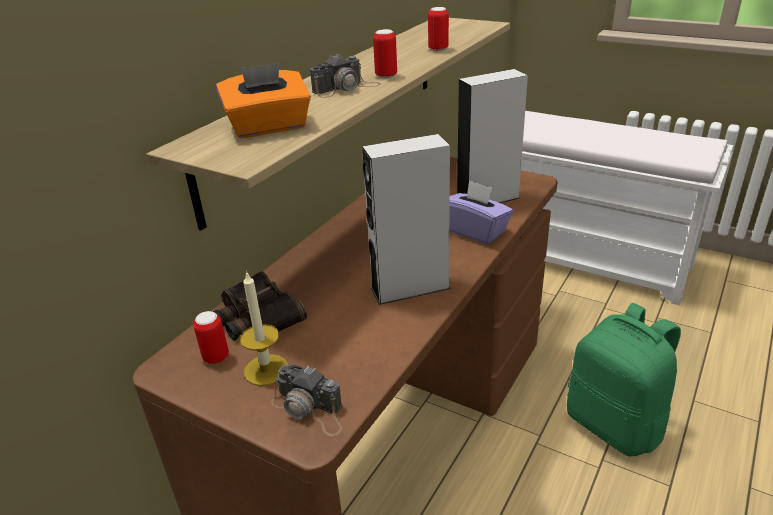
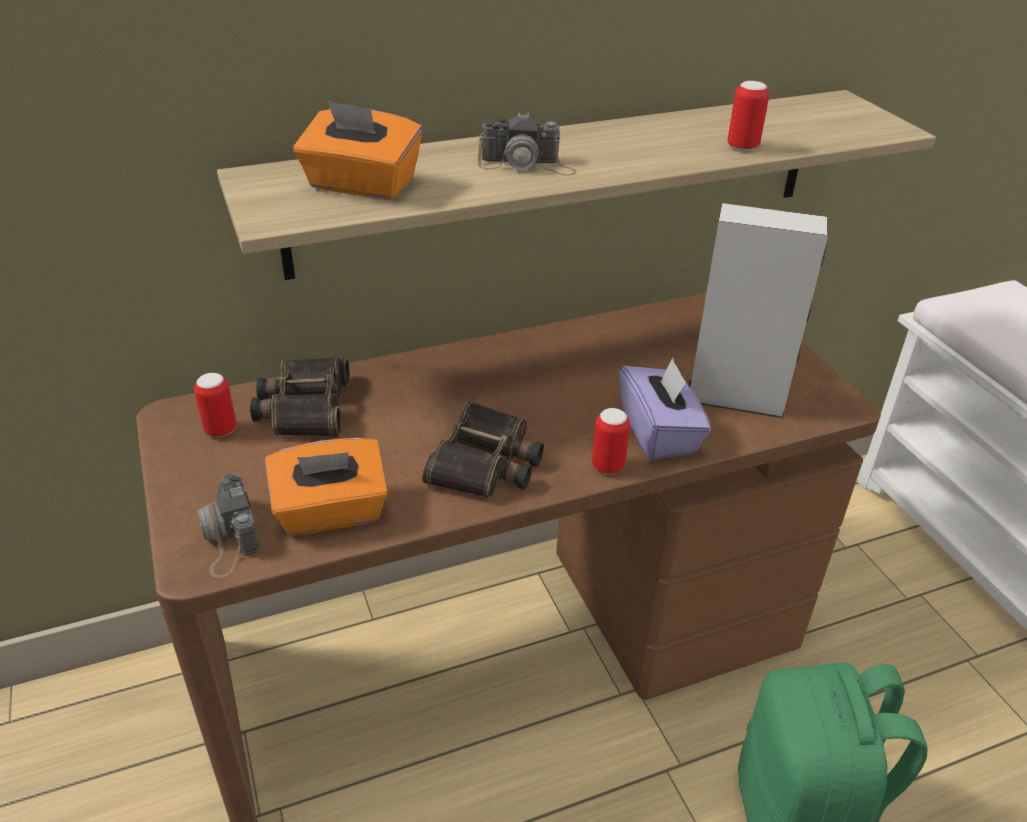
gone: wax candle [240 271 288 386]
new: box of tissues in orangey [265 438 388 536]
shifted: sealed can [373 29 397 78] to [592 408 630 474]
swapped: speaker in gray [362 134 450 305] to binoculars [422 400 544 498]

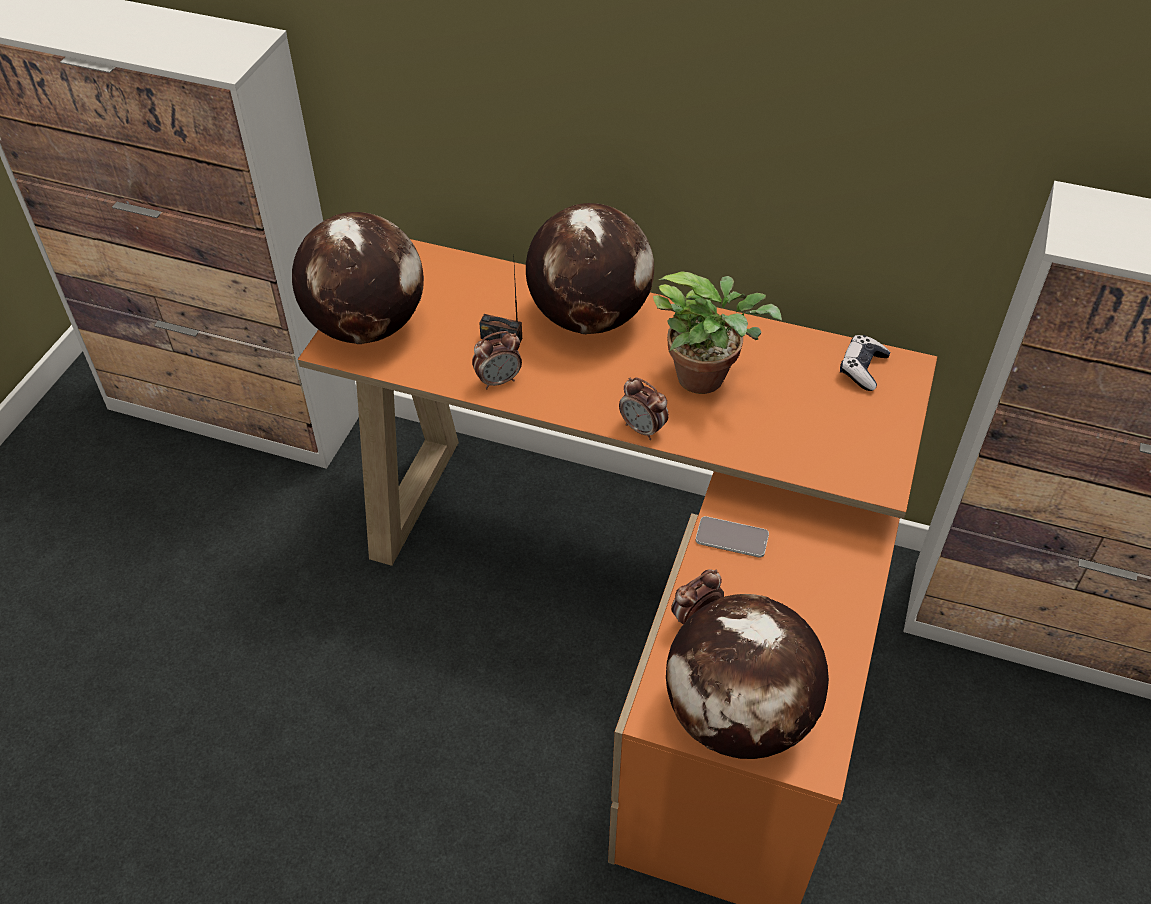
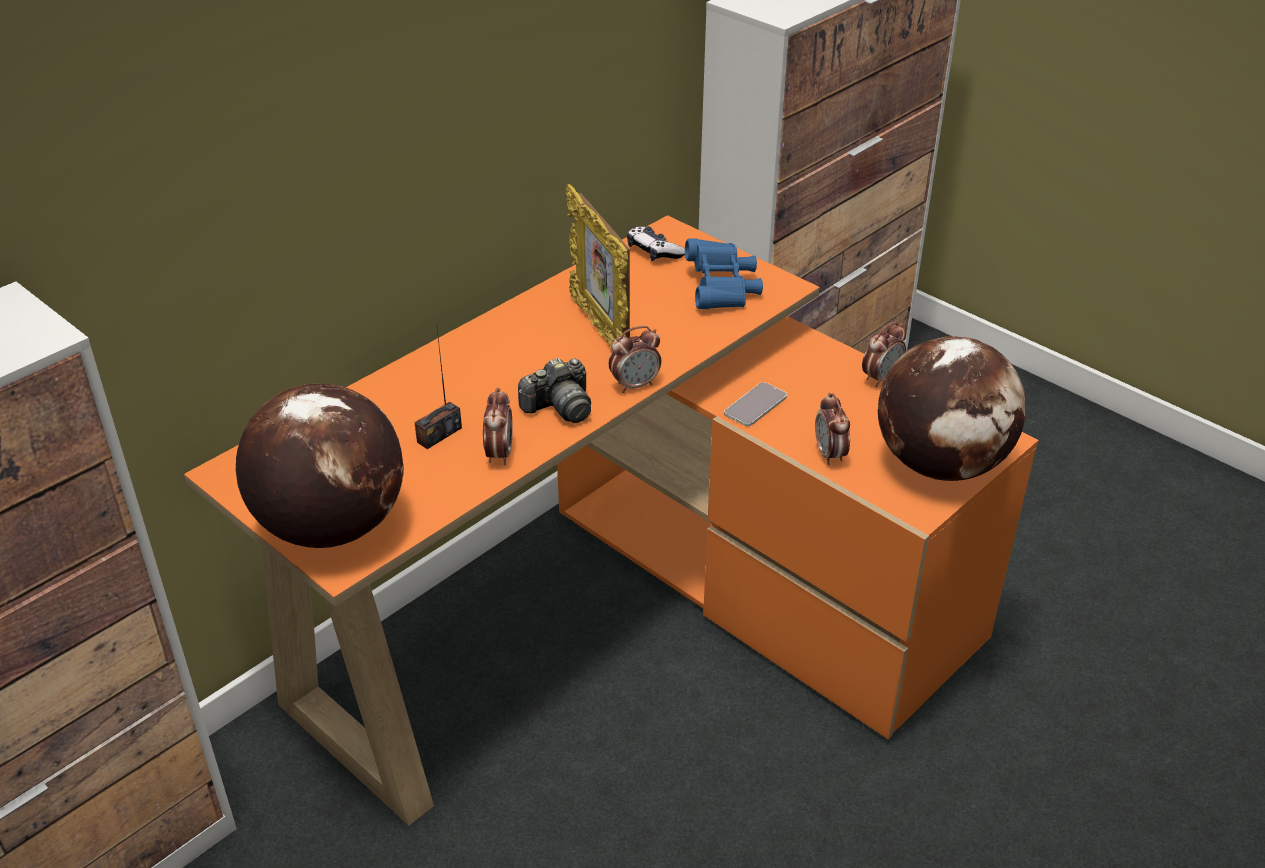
gone: world globe [526 203 654 334]
new: binoculars in blue-coloured [685 238 763 309]; table clock [862 322 906 387]; photo camera [518 358 591 423]
swapped: houseplant [653 271 782 394] to picture frame [566 184 630 350]

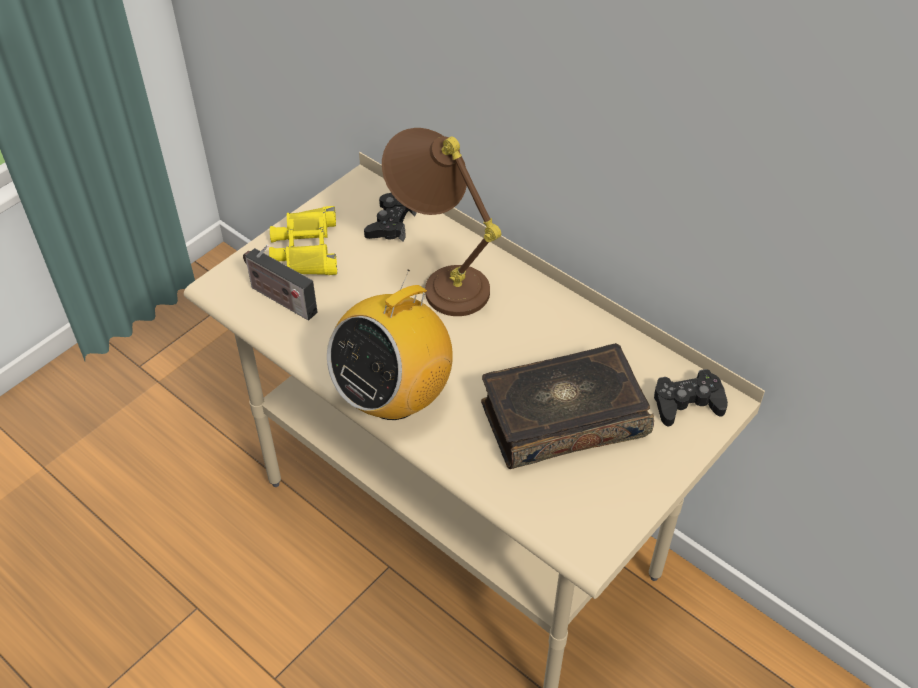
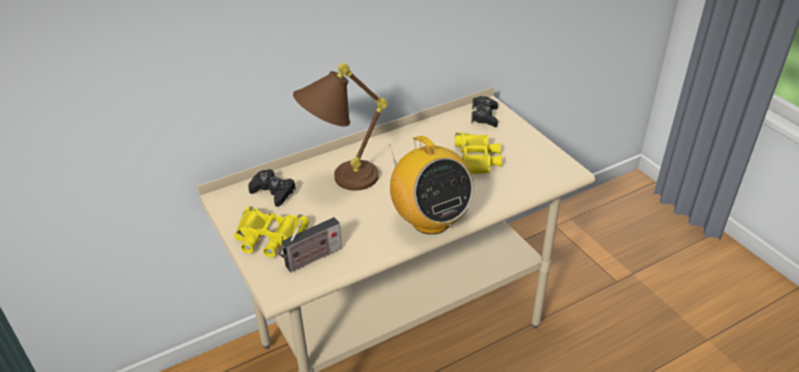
swapped: bound book [481 343 654 469] to binoculars in yellow-coloured [455 132 502 174]

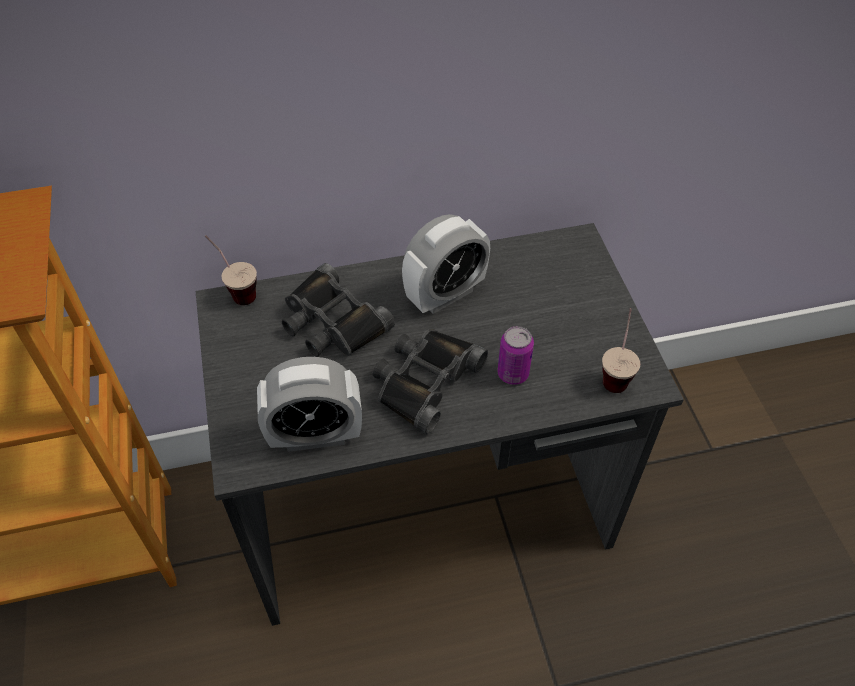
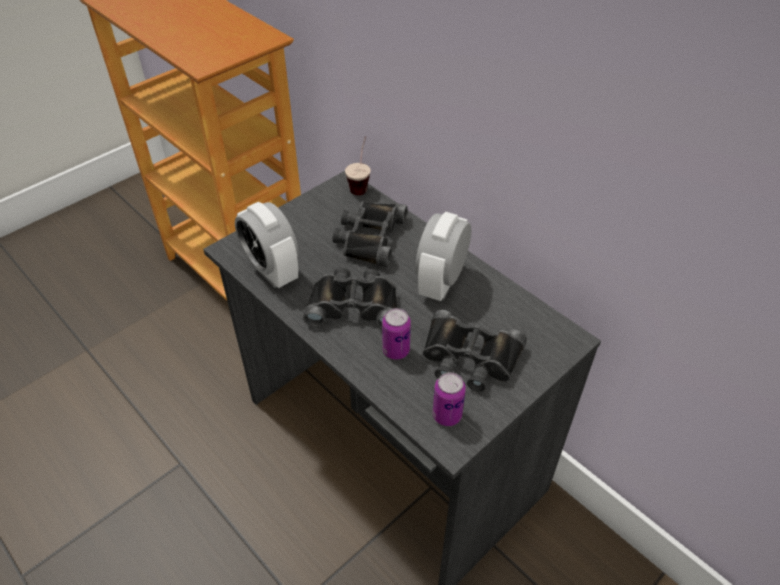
new: binoculars in black [423 310 527 392]
swapped: cup [602 308 640 393] to sealed can [433 372 466 426]
rotated: table clock [402 214 490 314] = [415 212 471 301] 90 degrees clockwise

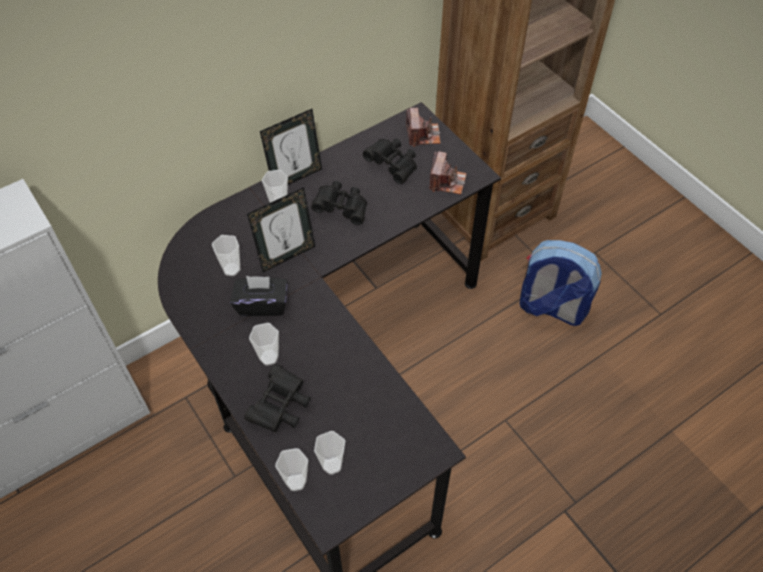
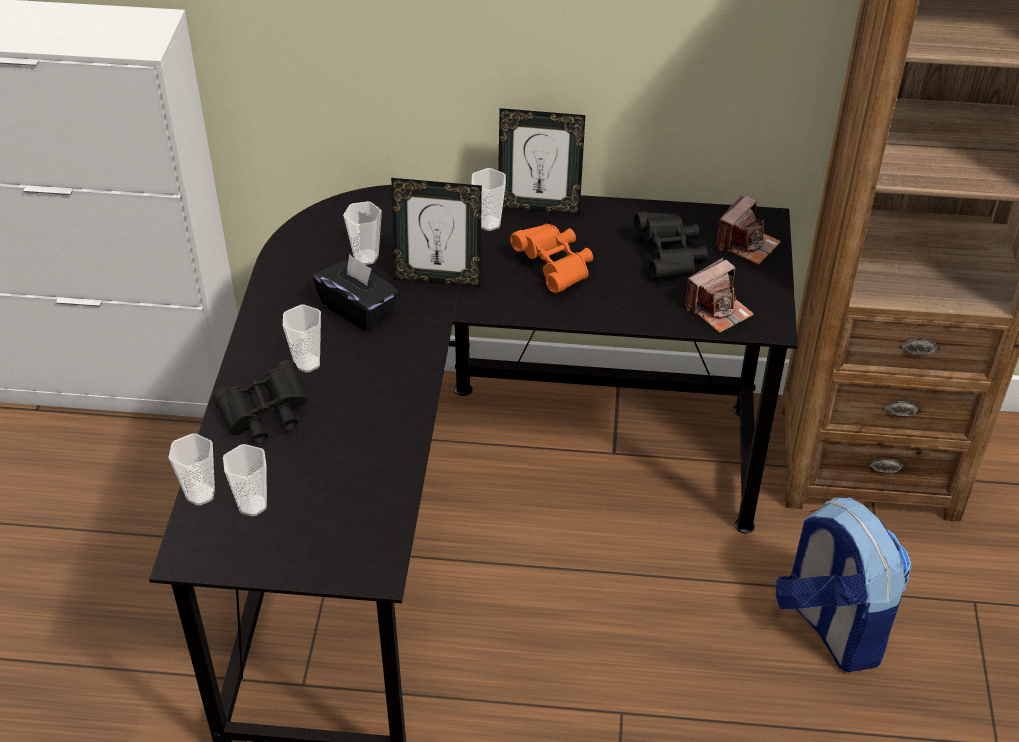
repainted: binoculars in black [311 181 367 225] to binoculars in orangey [510 224 593 293]

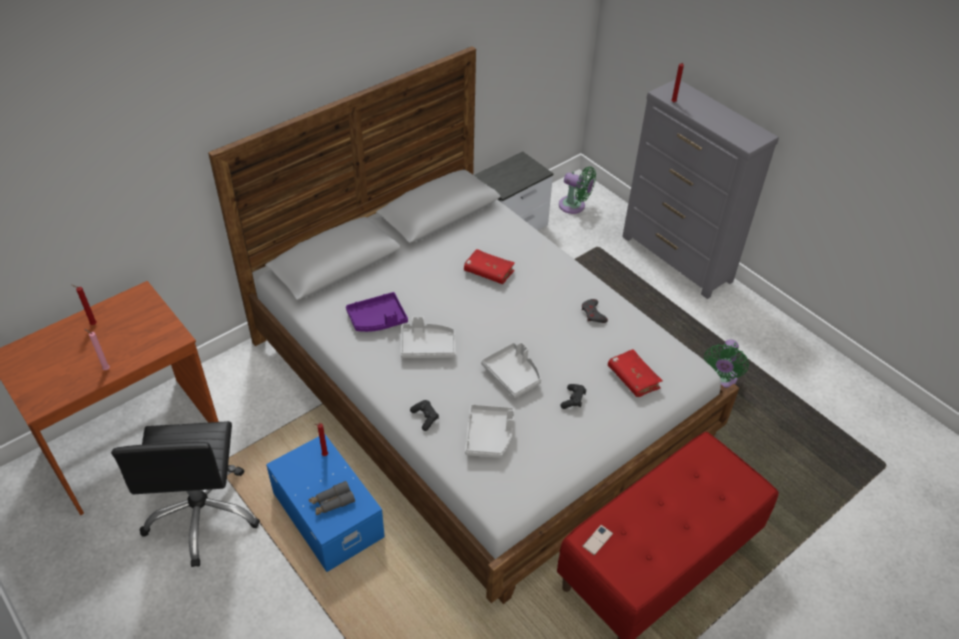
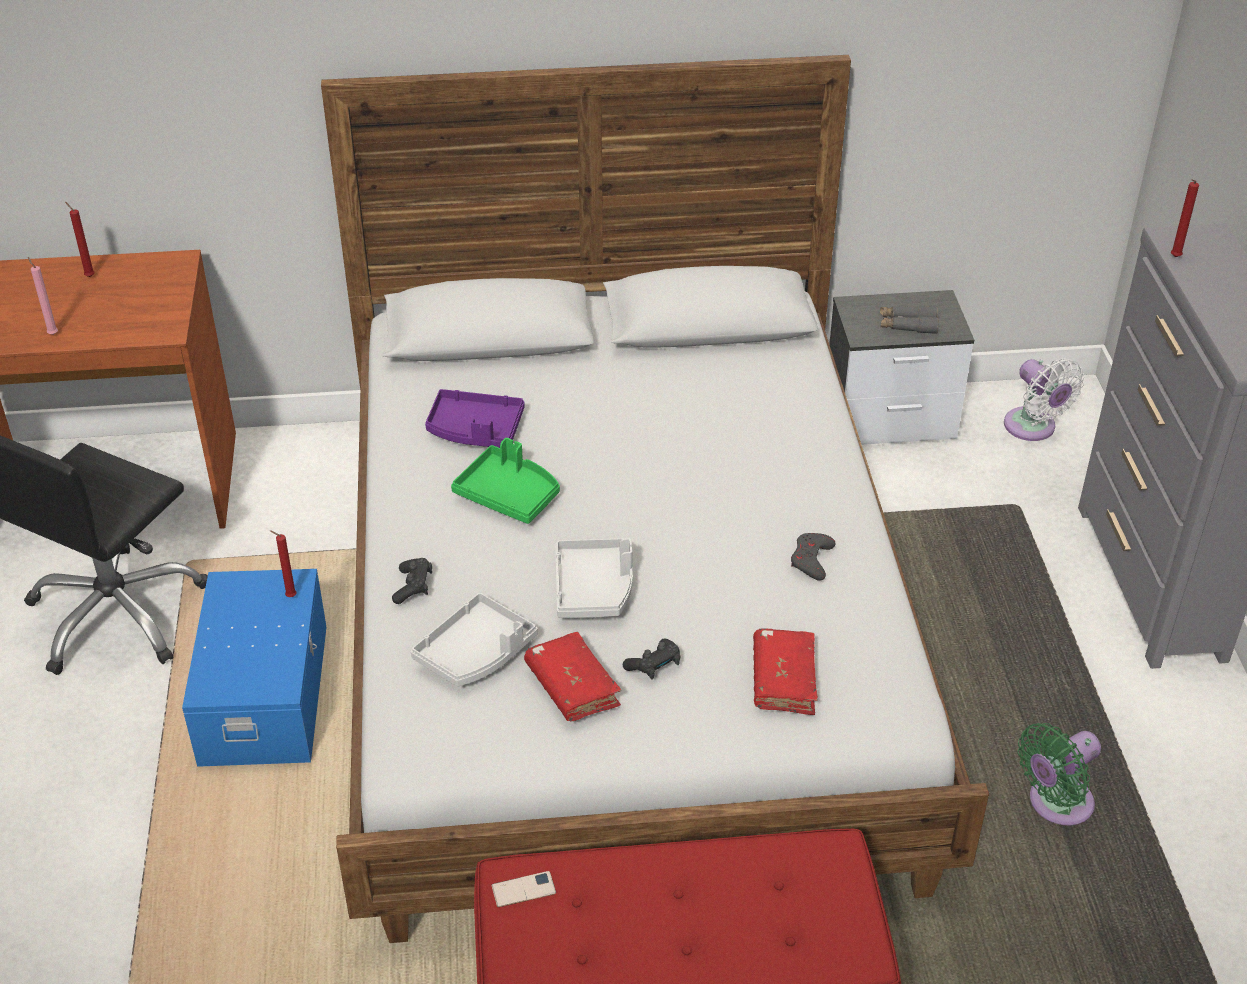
shifted: bound book in reddish [464 249 515 284] to [524 632 621 722]; binoculars in gray [309 481 355 515] to [880 306 939 334]
repainted: fan in greenish [559 167 596 214] to fan in white [1004 358 1084 441]; tray in gray [401 316 455 358] to tray in greenish [451 438 560 524]

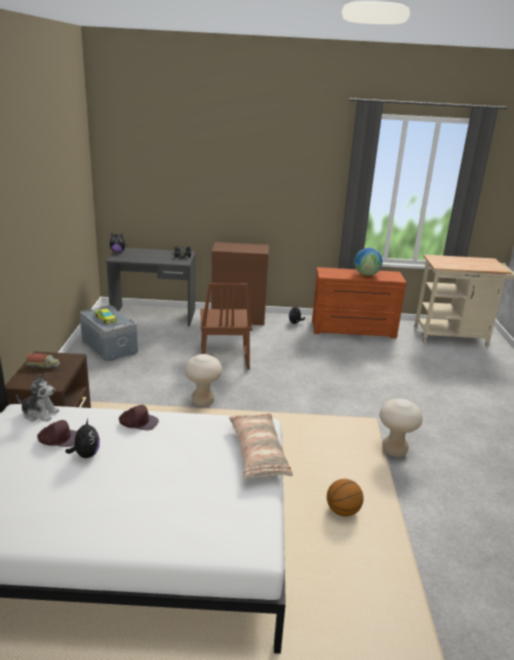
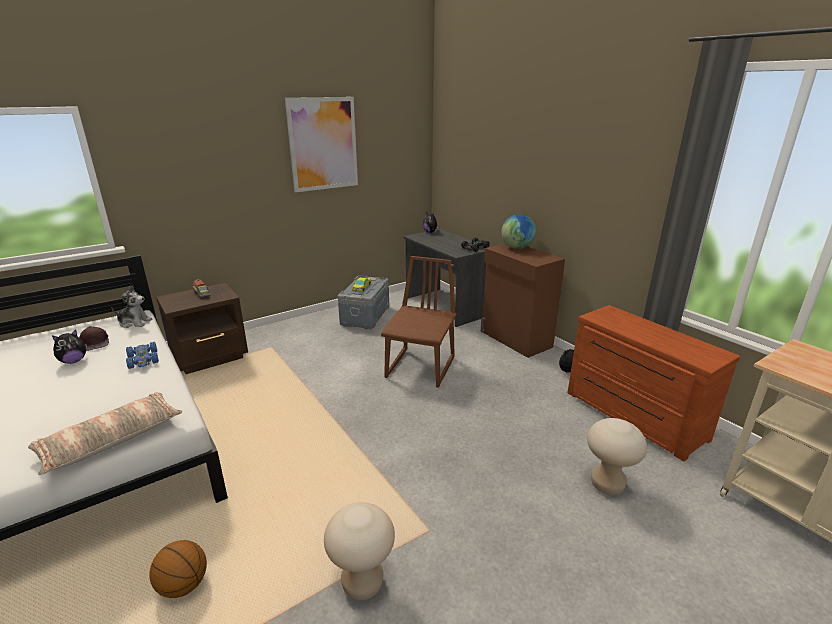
new: wall art [285 97 358 192]
shifted: world globe [354 248 383 276] to [501 214 536 249]; stool seat in sand-coloured [184 354 222 407] to [587 418 647 495]
swapped: baseball cap in brown [119 405 159 430] to miniature car in blue-coloured [126 342 159 369]
rotated: plain chair in brown [201 283 253 369] = [381 256 457 388] 150 degrees clockwise; cuddly toy [16 373 59 422] = [112 286 152 328] 60 degrees counterclockwise

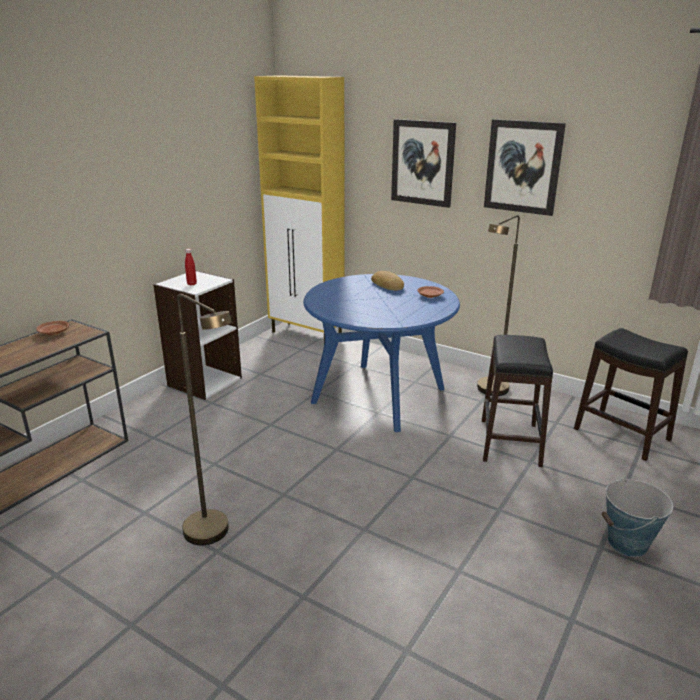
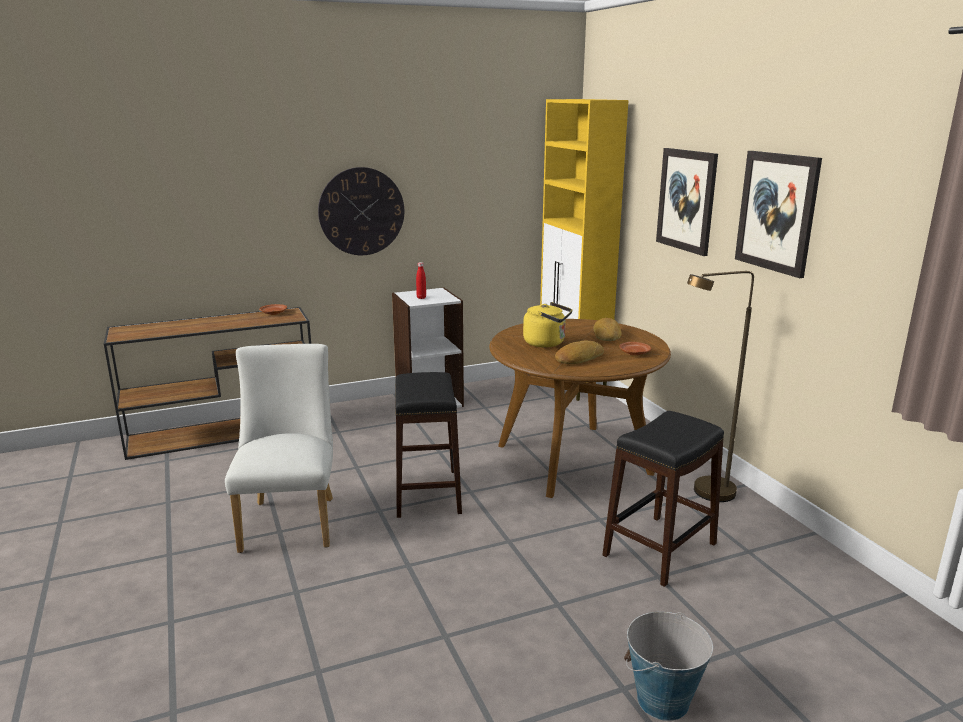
new: hanging clock [318 167 404 255]; water kettle in yellow-coloured [523 302 572 347]; bread [555 341 604 364]
shifted: stool seat in black [574 328 688 461] to [395 372 462 518]
swapped: floor lamp in brown [177 294 232 545] to plain chair in white [225 344 333 553]
repainted: dinner table in blue-coloured [303 274 460 432] to dinner table in brown [489 319 671 498]

